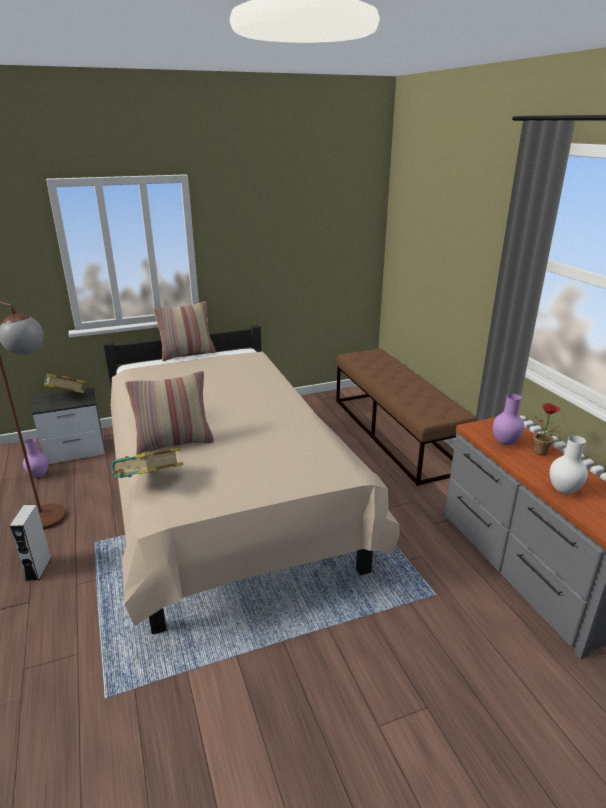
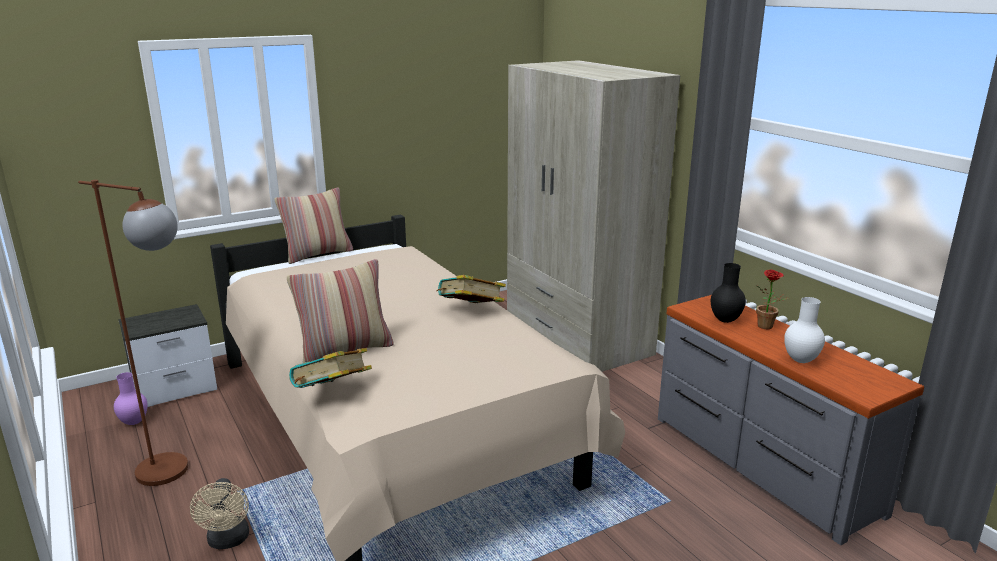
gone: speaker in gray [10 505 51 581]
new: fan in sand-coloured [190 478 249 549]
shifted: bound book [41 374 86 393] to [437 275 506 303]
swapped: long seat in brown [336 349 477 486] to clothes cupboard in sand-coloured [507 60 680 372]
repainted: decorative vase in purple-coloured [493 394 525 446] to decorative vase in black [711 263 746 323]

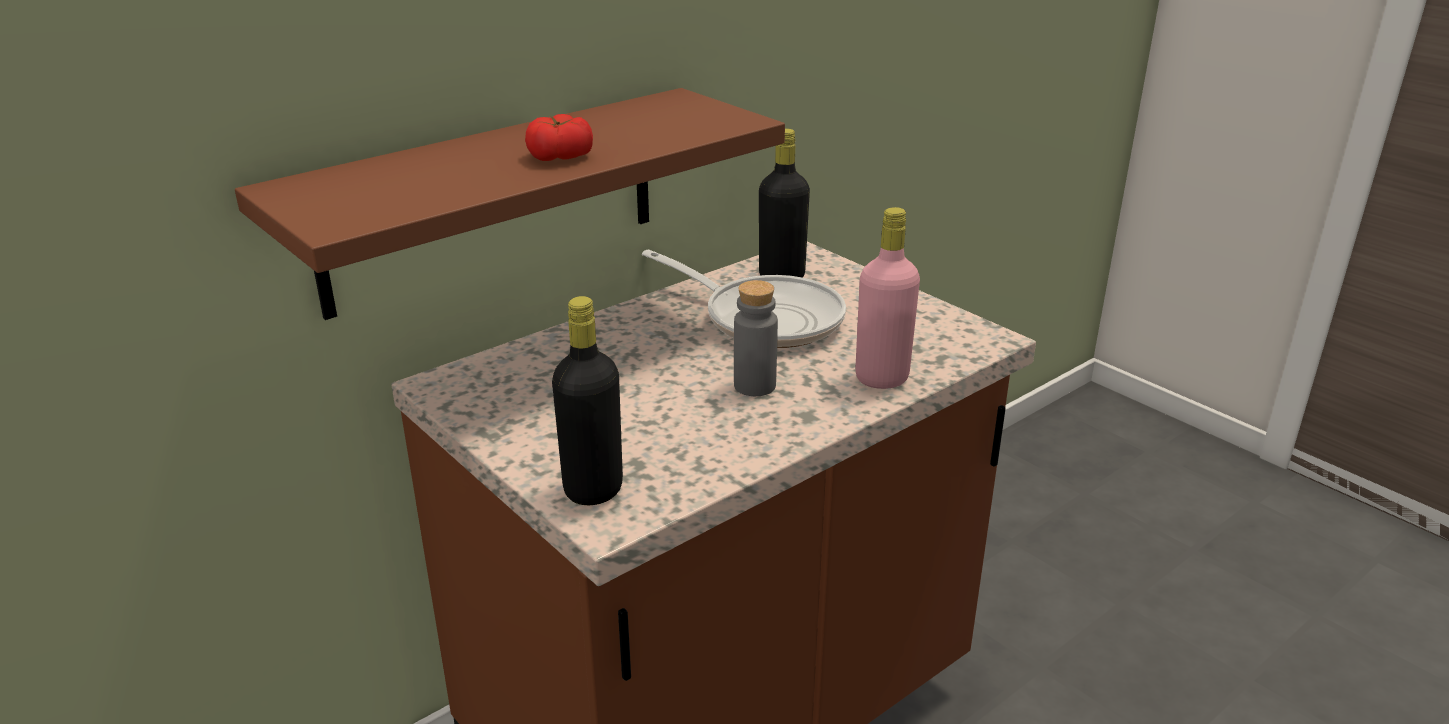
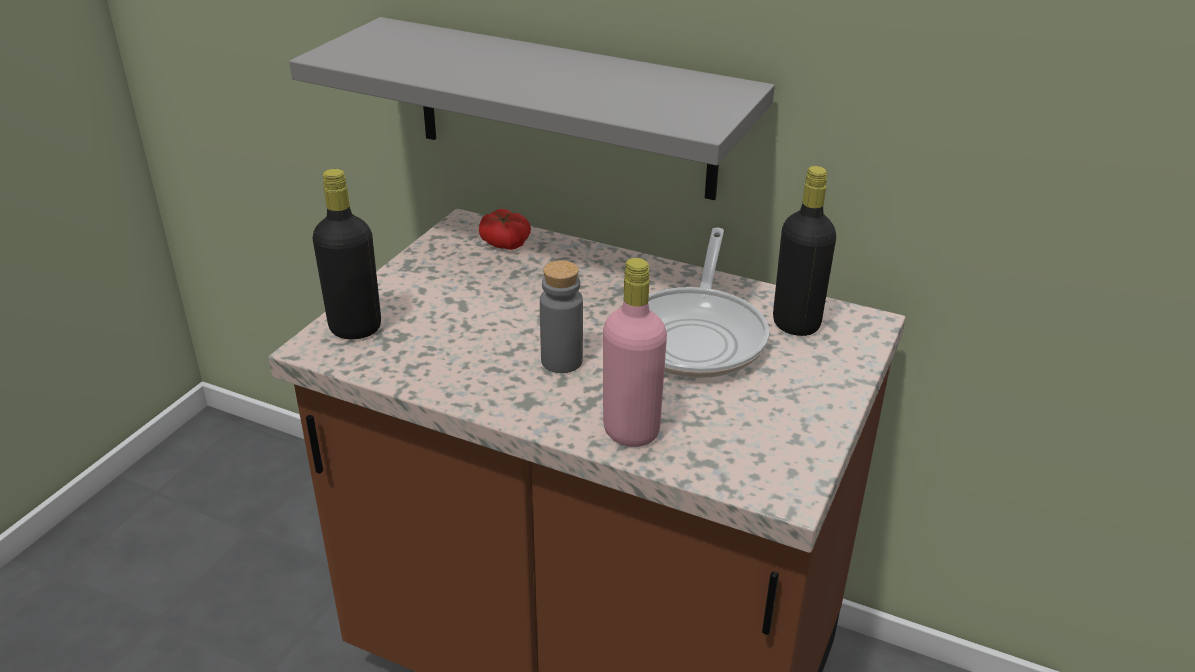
shifted: fresh tomato [525 114 593 161] to [479 209 531 250]
repainted: wall shelf in brown [235 88 785 320] to wall shelf in gray [289 17 775 200]

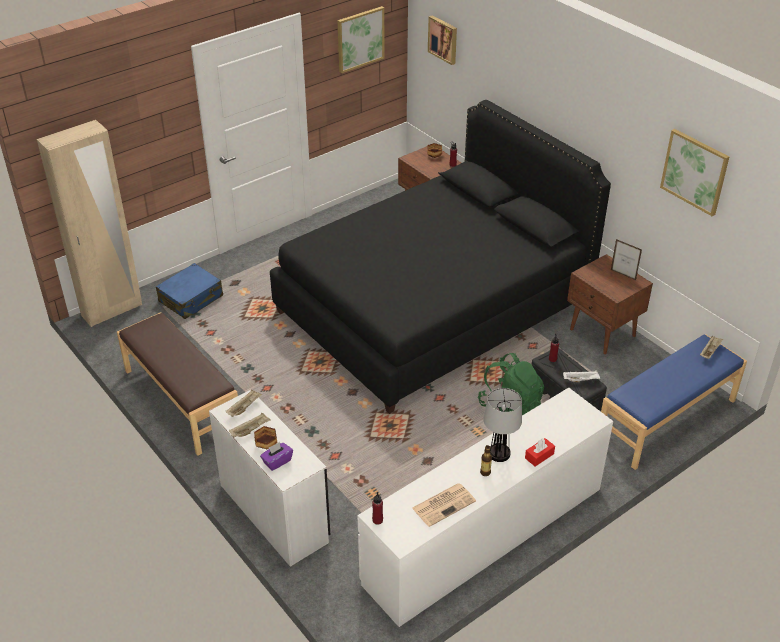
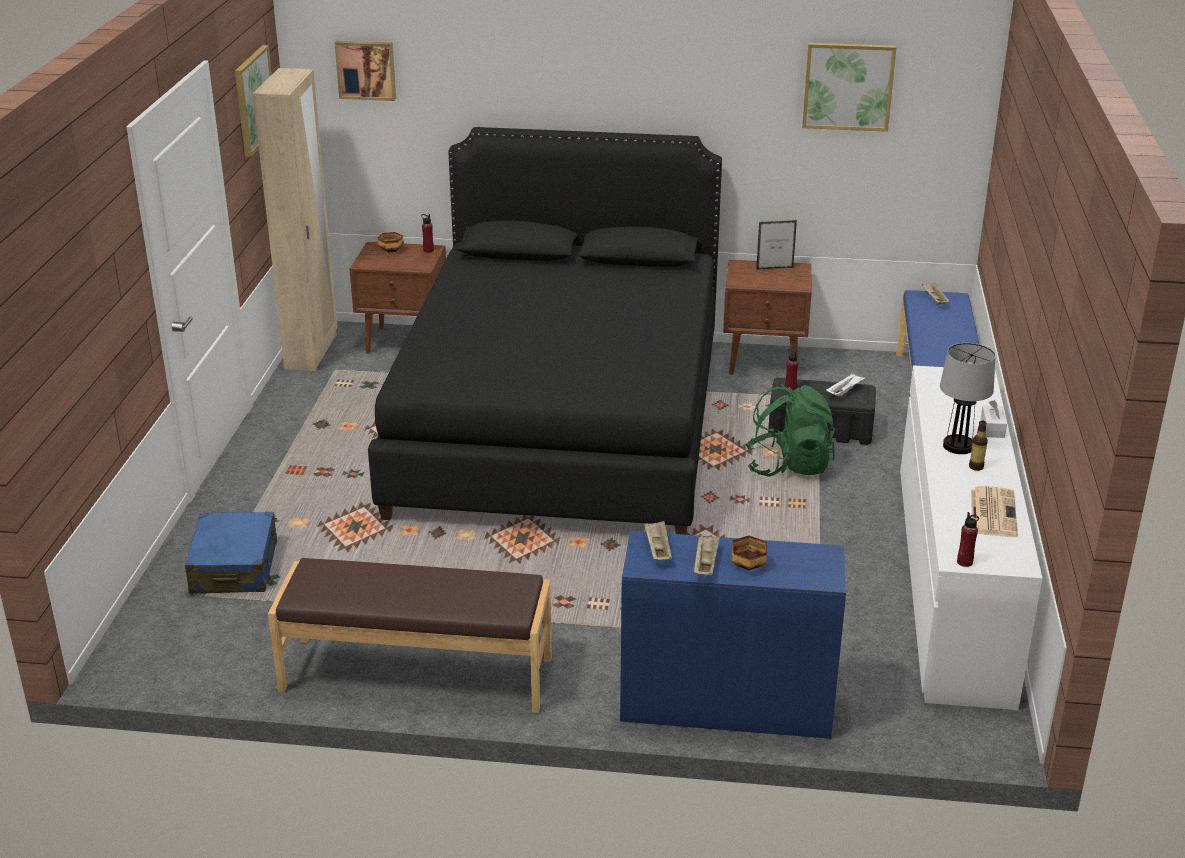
gone: box of tissues in purple-coloured [260 442 293 471]
shifted: clothes cupboard in sand-coloured [37 120 142 327] to [253 68 338 371]
repainted: desk unit in white [209 390 330 567] to desk unit in blue-coloured [620 531 846 739]; box of tissues in reddish [525 438 555 466] to box of tissues in white [981 400 1007 438]

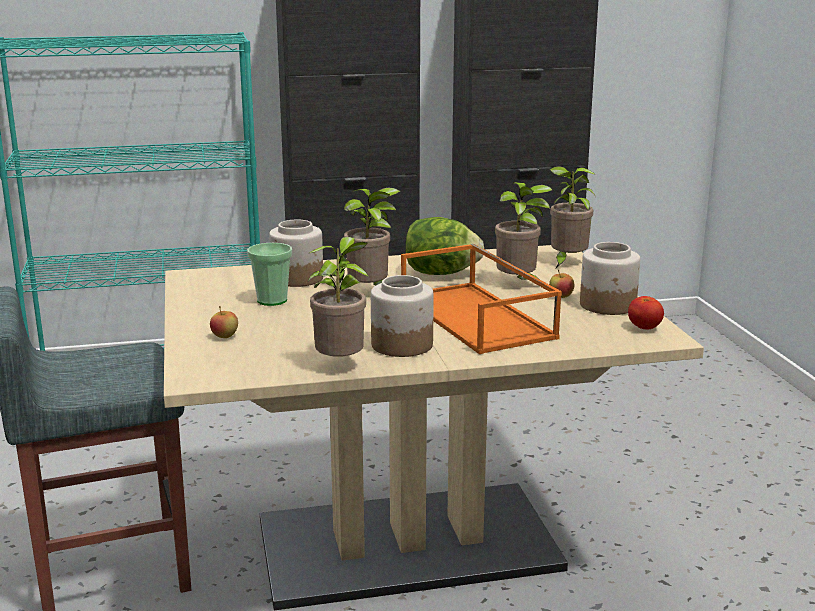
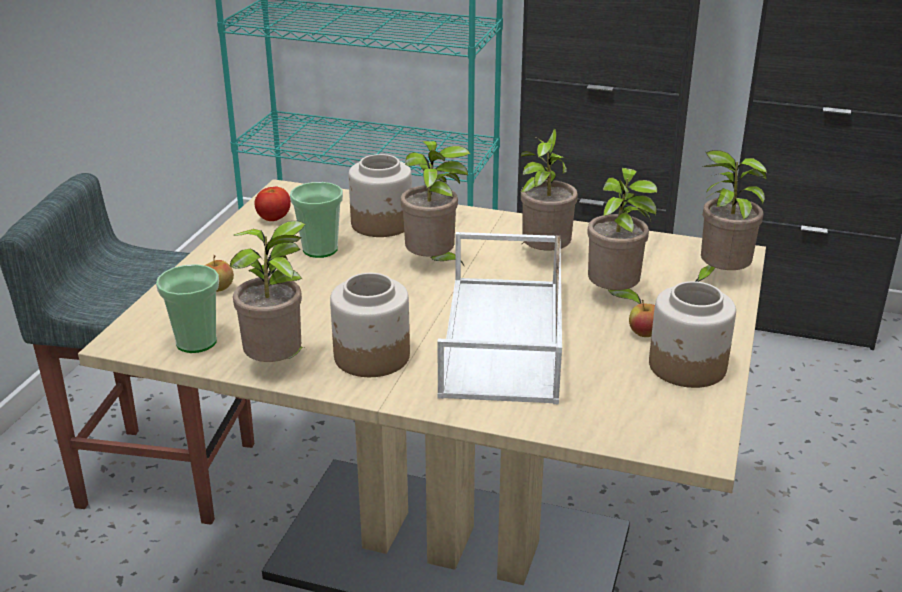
new: cup [156 264 219 353]
shifted: fresh tomato [628 296 664 330] to [254 186 291 221]
swapped: lettuce [405 217 484 275] to houseplant [521 129 578 251]
repainted: tray in orangey [401 244 562 354] to tray in white [437 232 562 404]

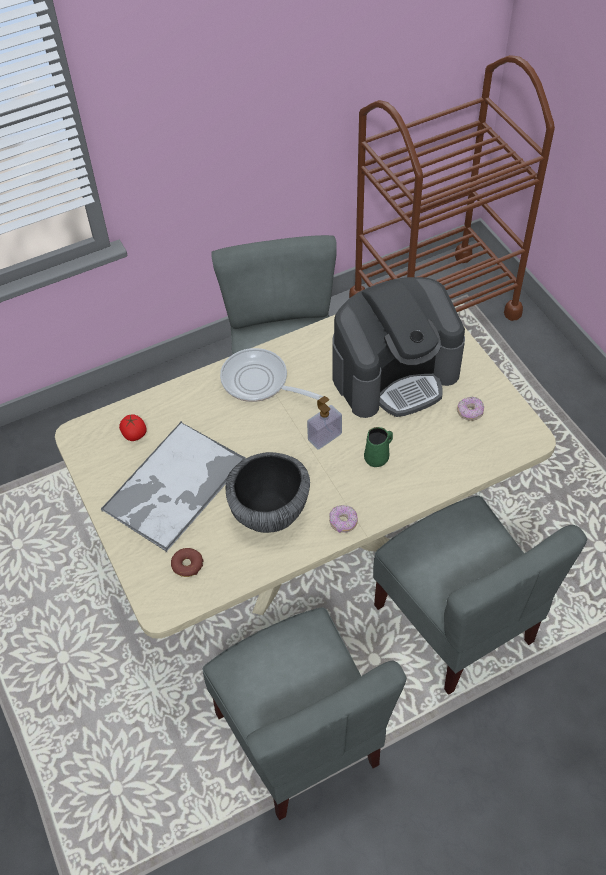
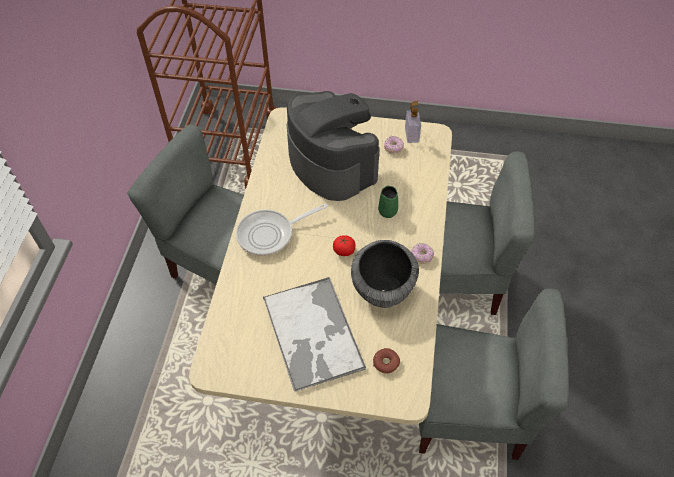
shifted: soap bottle [307 396 342 450] to [405 101 421 143]; fresh tomato [119 414 147 441] to [333 235 355 256]
rotated: coffee machine [332 277 465 418] = [287 91 379 201] 45 degrees counterclockwise

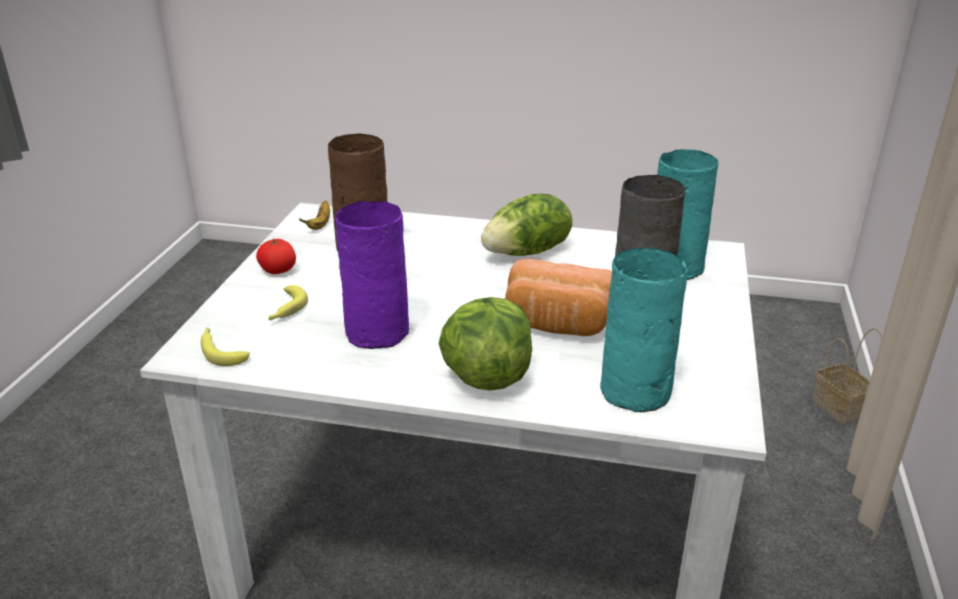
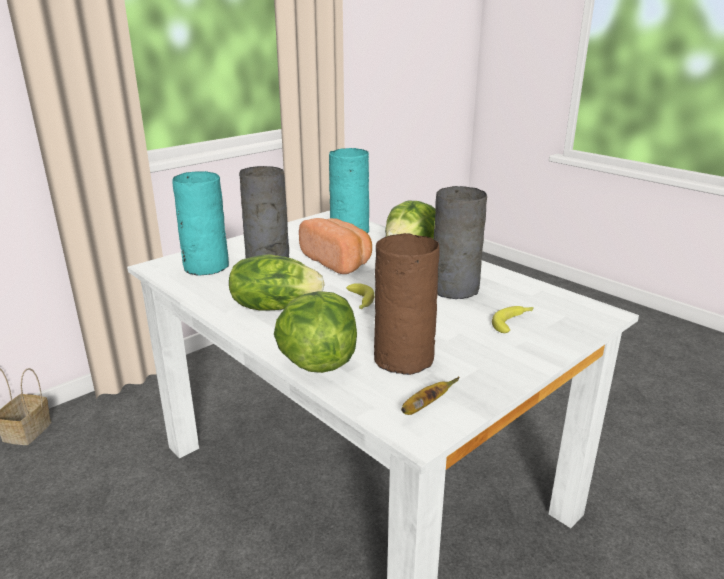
gone: fresh tomato [256 238 296 274]
new: lettuce [274 291 357 373]
shifted: banana fruit [201 327 250 366] to [346 283 374 309]
repainted: decorative vase in purple-coloured [335 201 409 349] to decorative vase in gray [433 186 487 299]

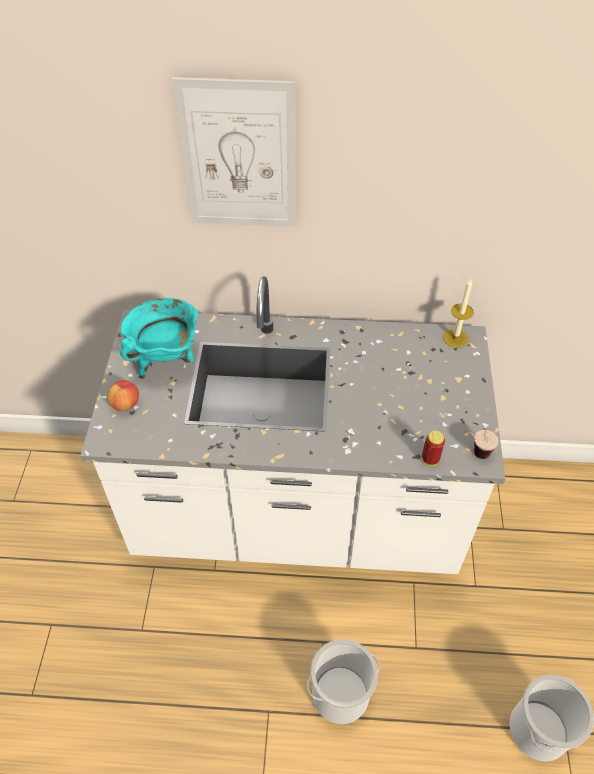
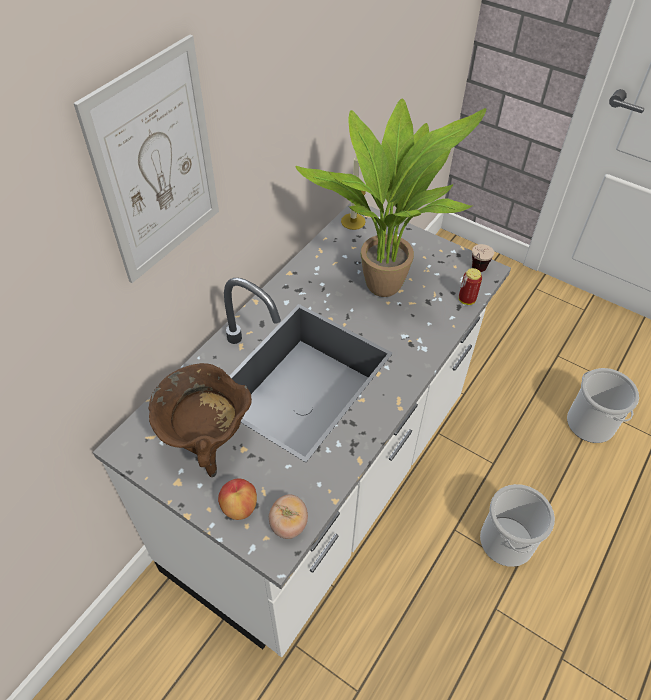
new: houseplant [295 98 486 297]; fresh tomato [269 494 308 539]
repainted: cooking pot in turquoise [120 298 198 379] to cooking pot in brown [148 363 252 477]

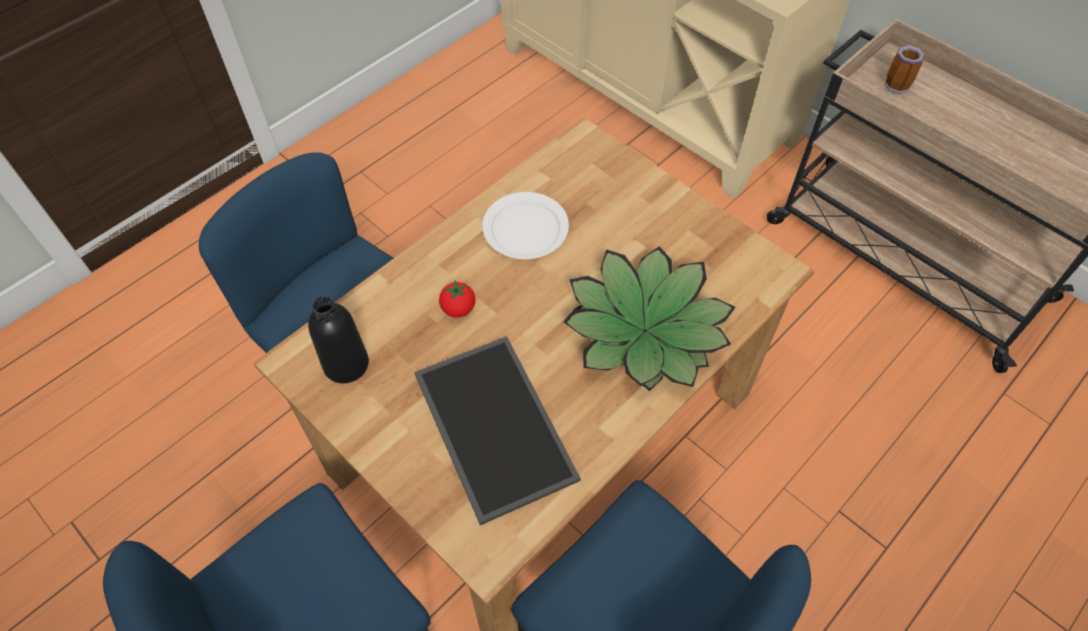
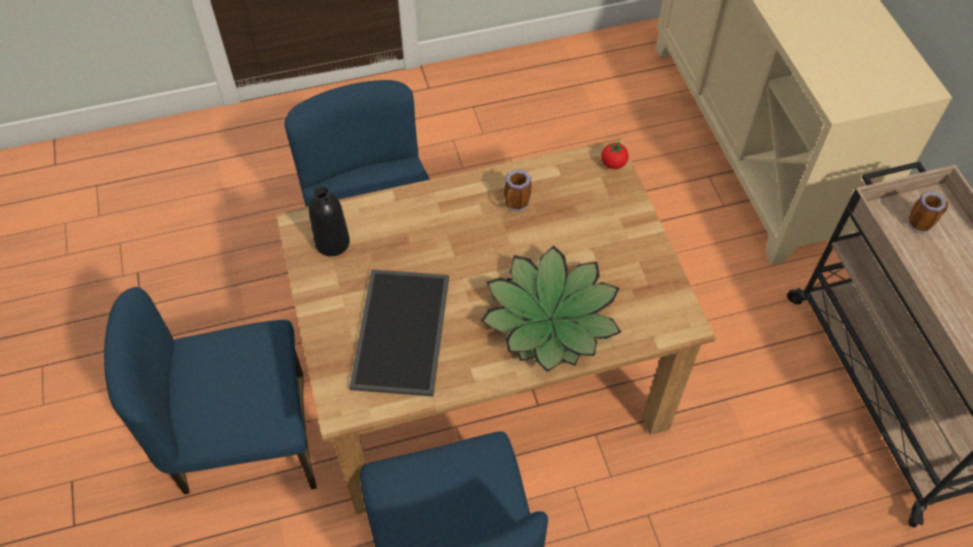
shifted: fresh tomato [439 280 476 318] to [601 142 629 169]
swapped: flat dish in white [482 192 569 259] to tea mug [504 169 532 212]

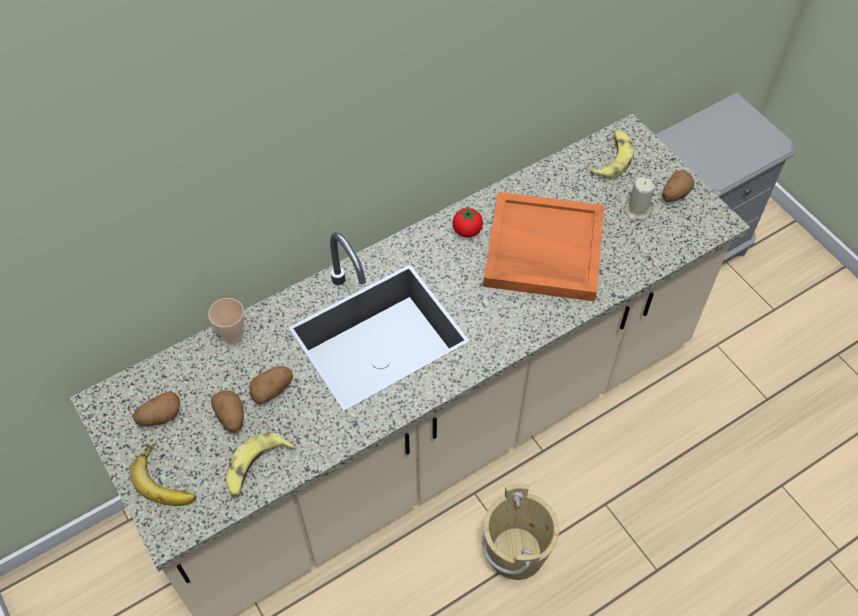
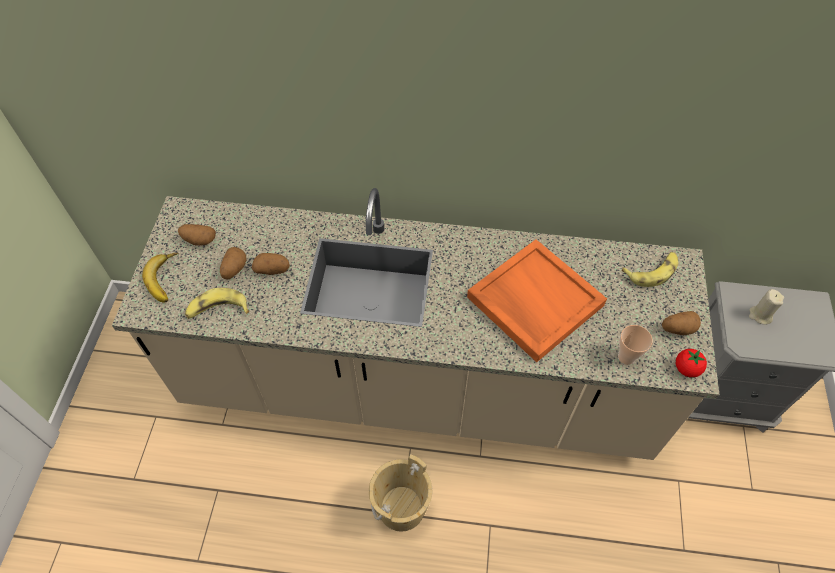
shifted: wax candle in sand-coloured [624 177 656 221] to [749 289 784 325]; fresh tomato [452 206 483 238] to [676 349 707 378]; cup [208 298 244 345] to [618 325 653 365]

